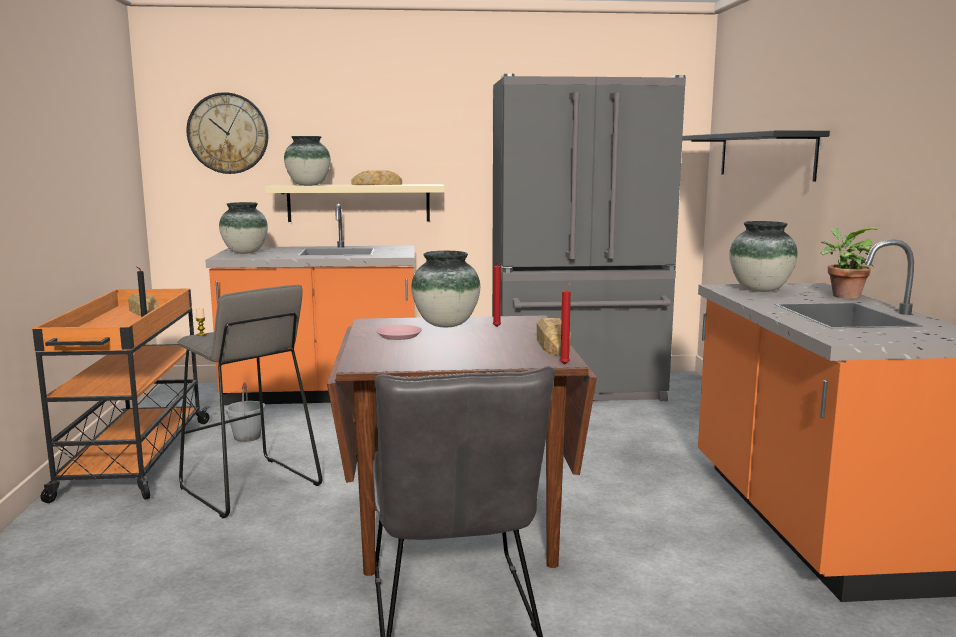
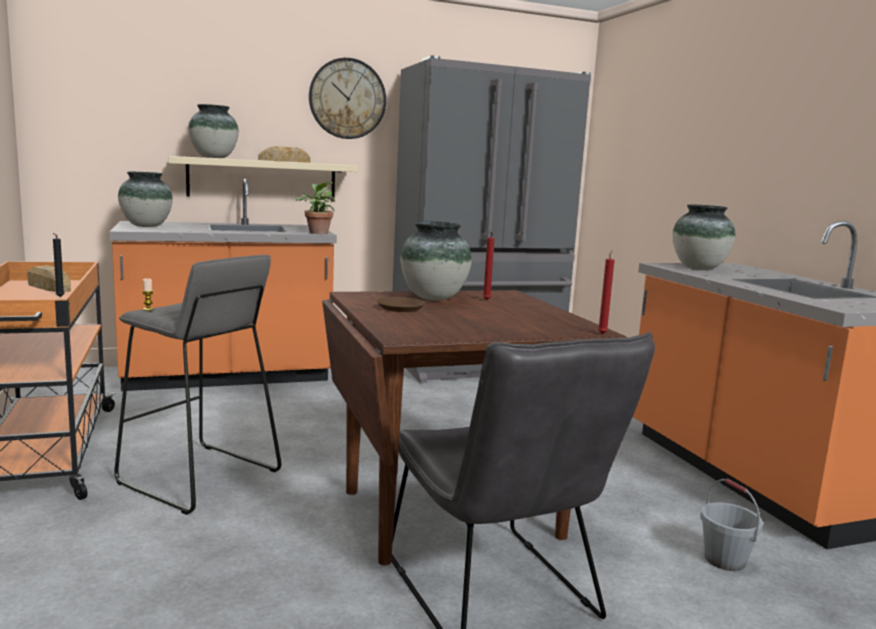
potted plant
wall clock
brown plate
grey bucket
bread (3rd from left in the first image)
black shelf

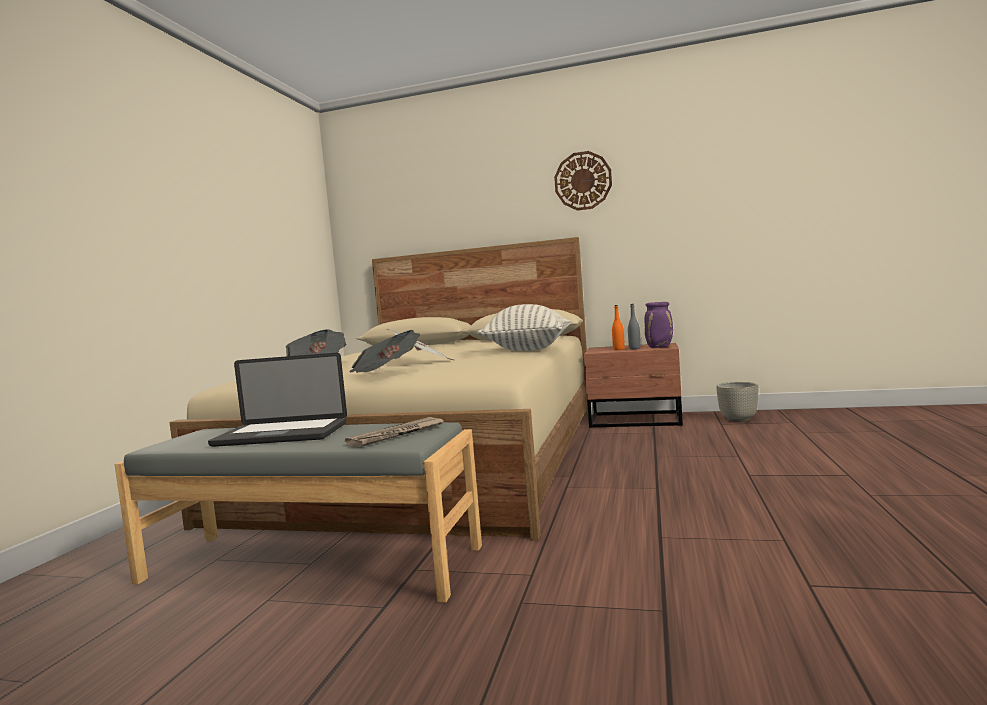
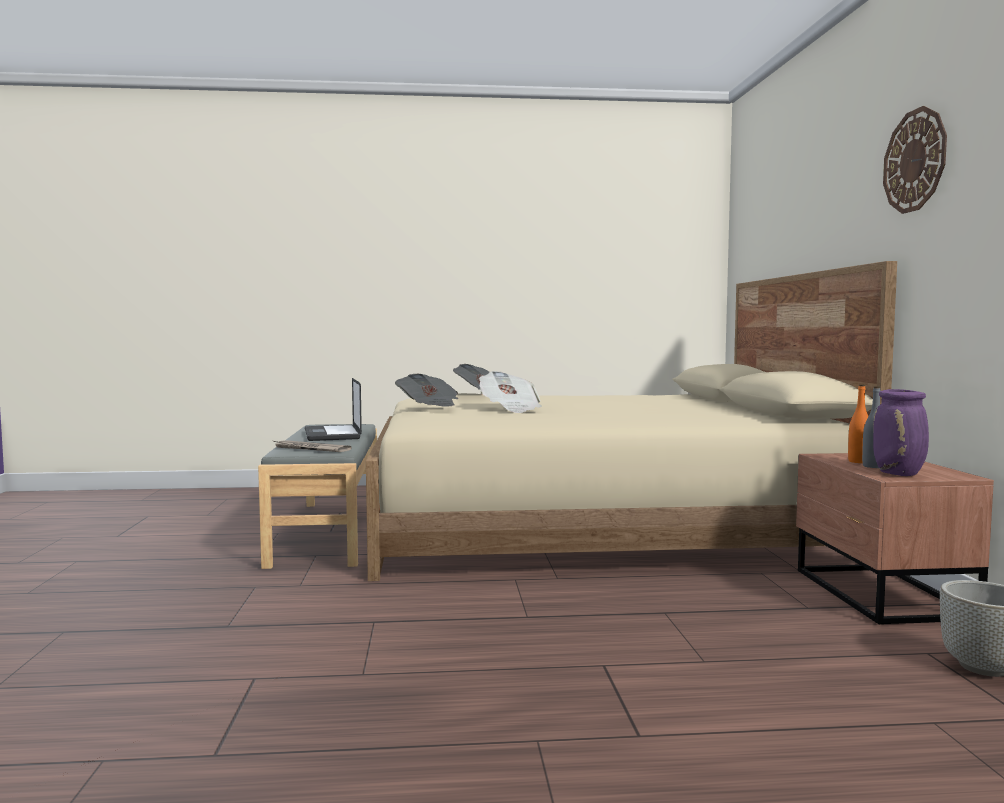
pillow

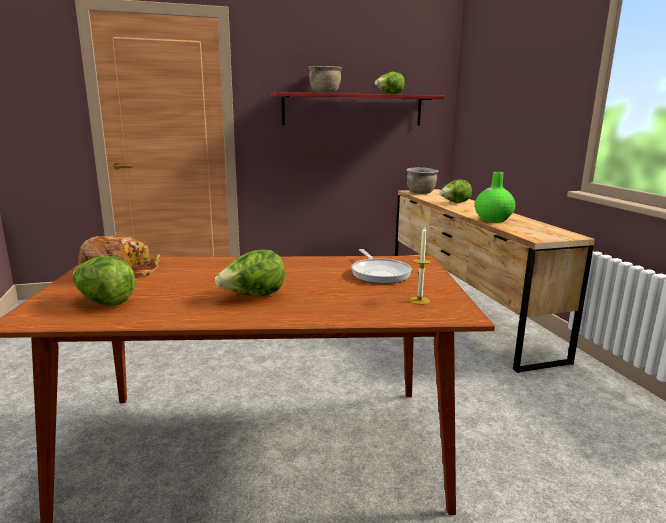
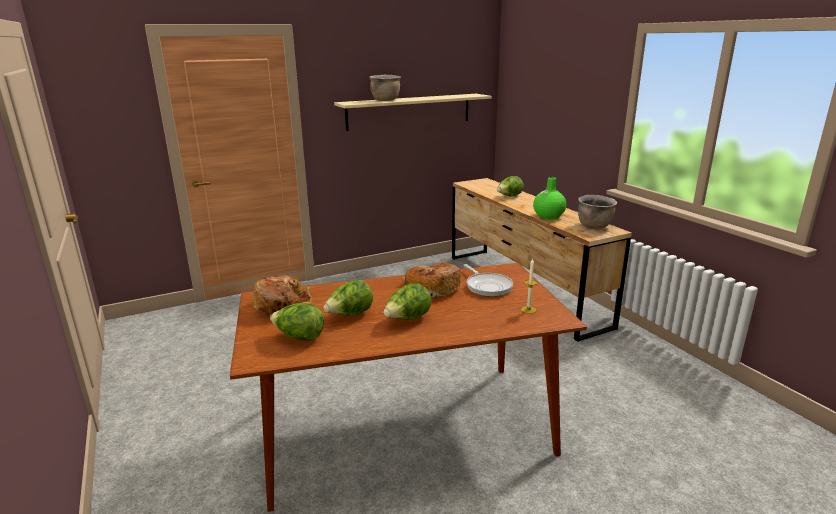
lettuce (2nd from left)
beige shelf
bread (2nd from left)
brown cooking pot (2nd from left)

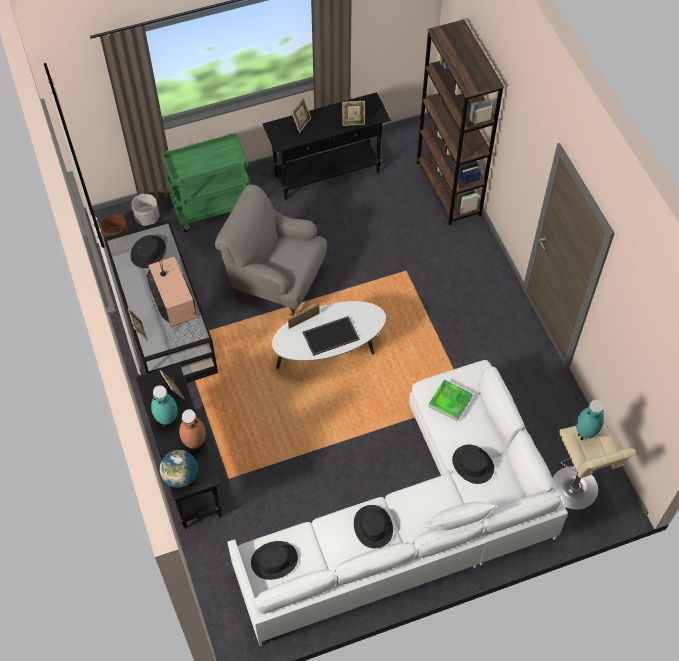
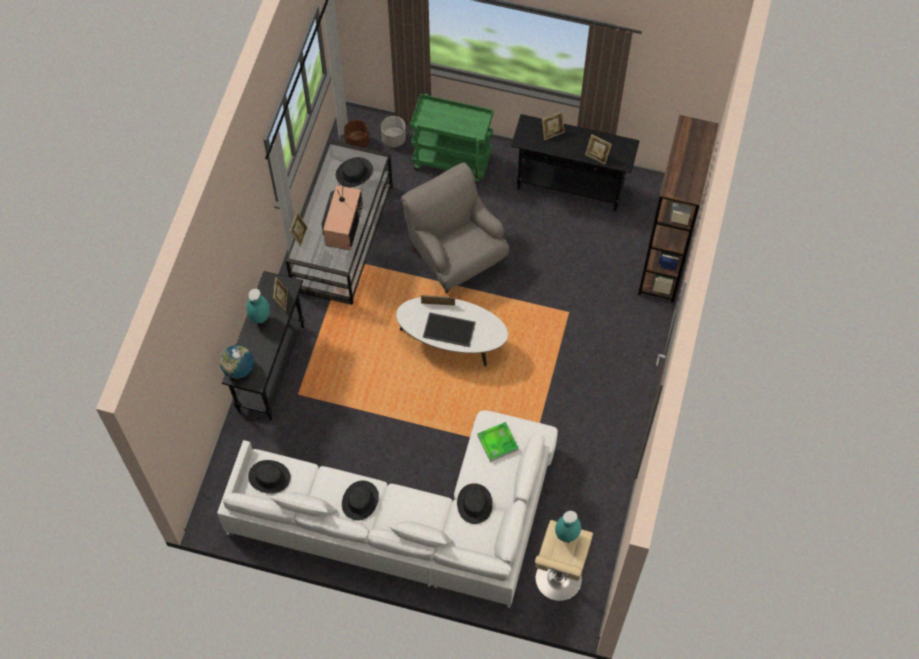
white pillow (1st from left)
brown vase

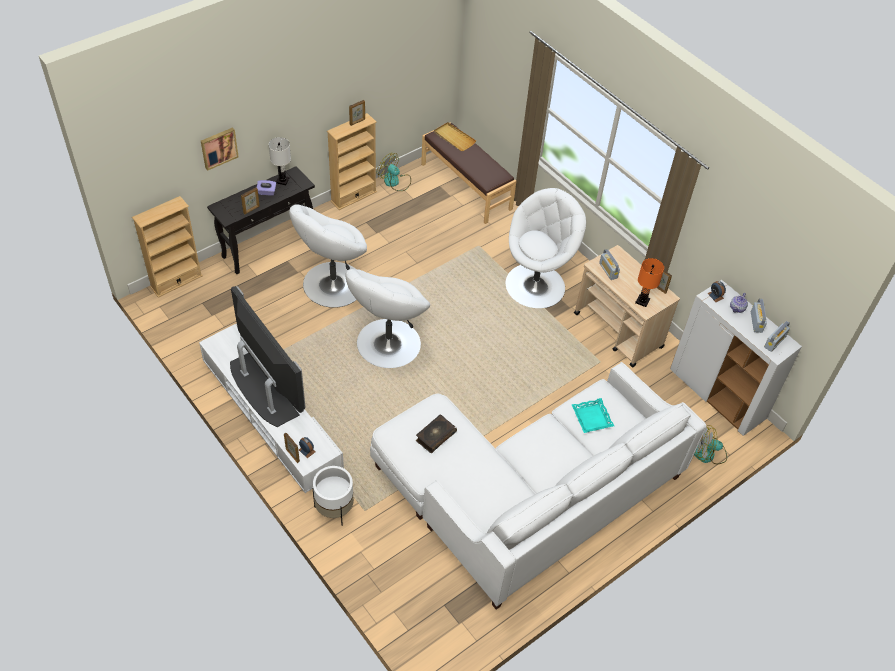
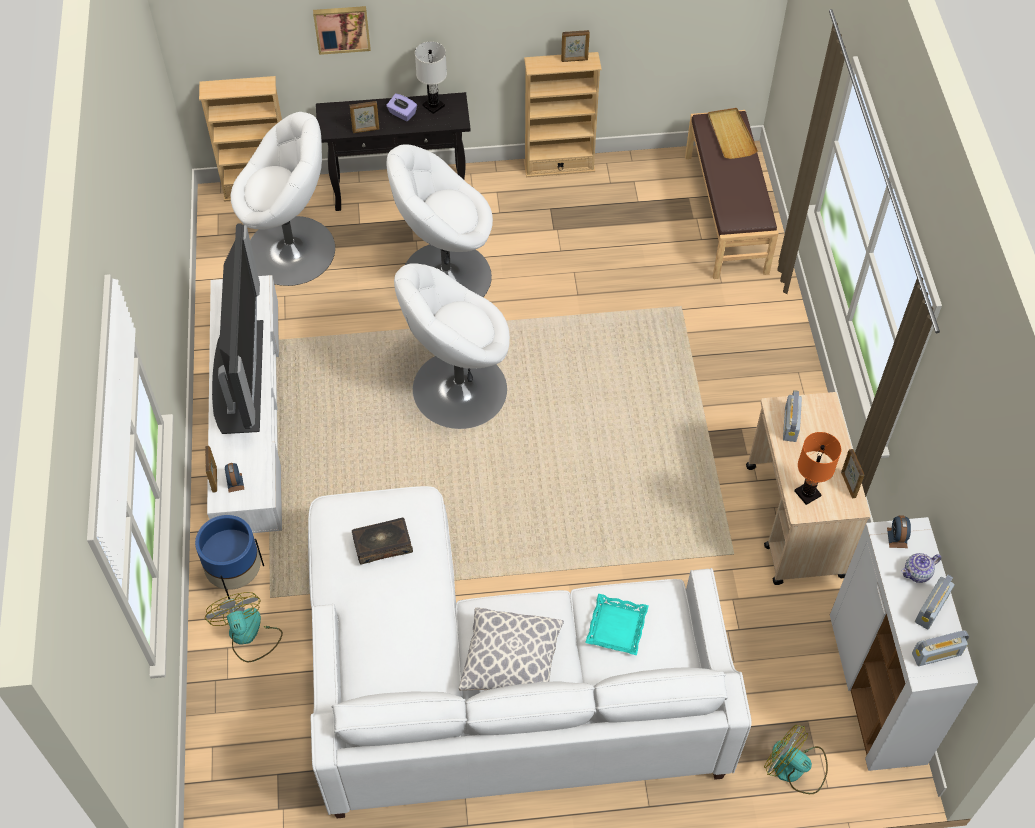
blue planter
fan (1st from left)
white armchair (1st from left)
pillow

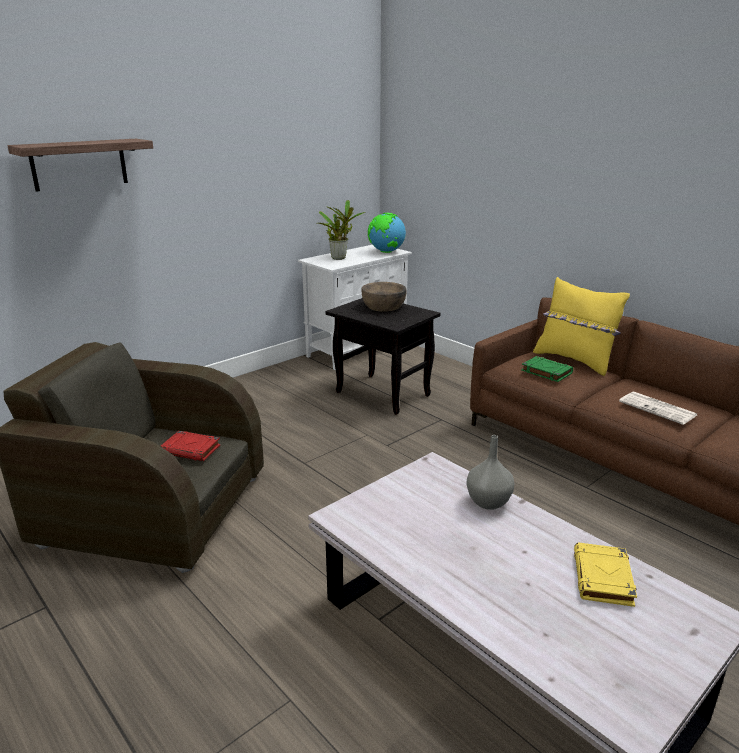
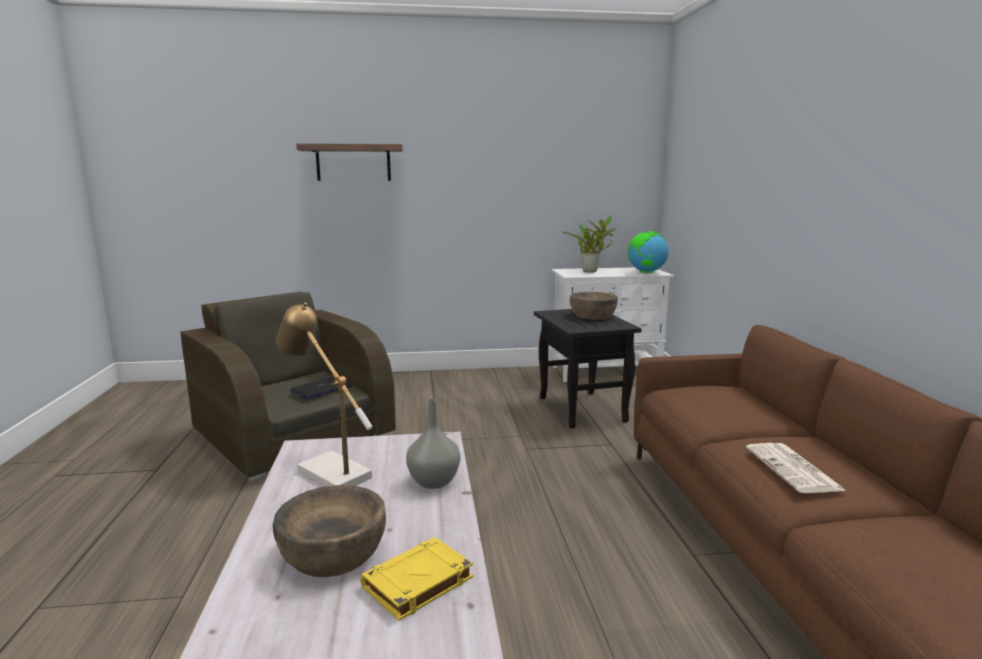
brown bowl (1st from left)
table lamp
laptop
green book
yellow pillow

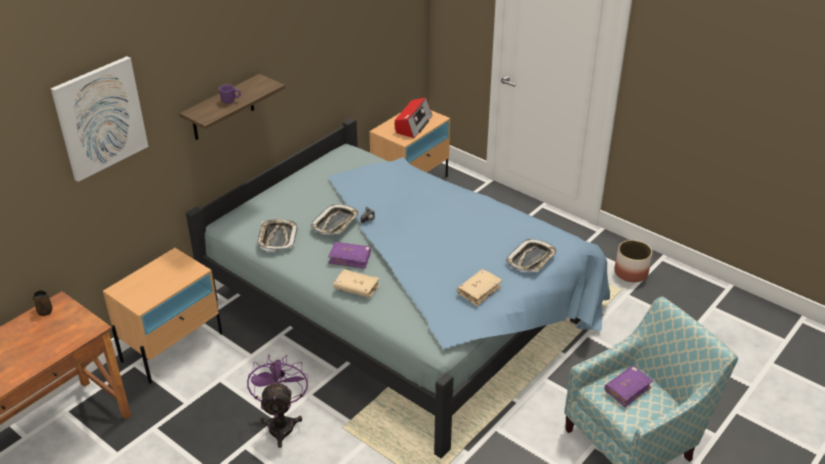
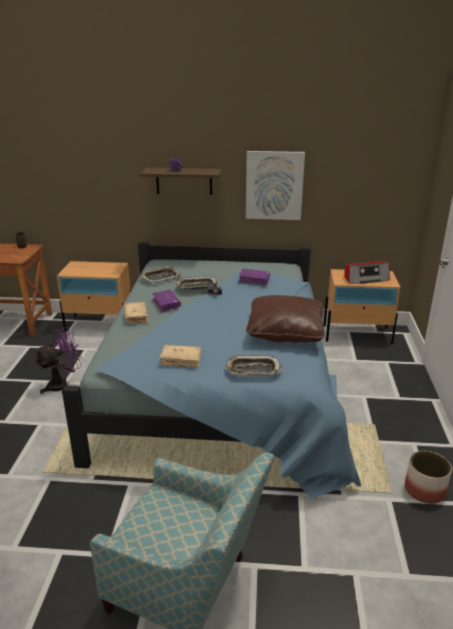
purple book (2nd from left)
picture
brown pillow

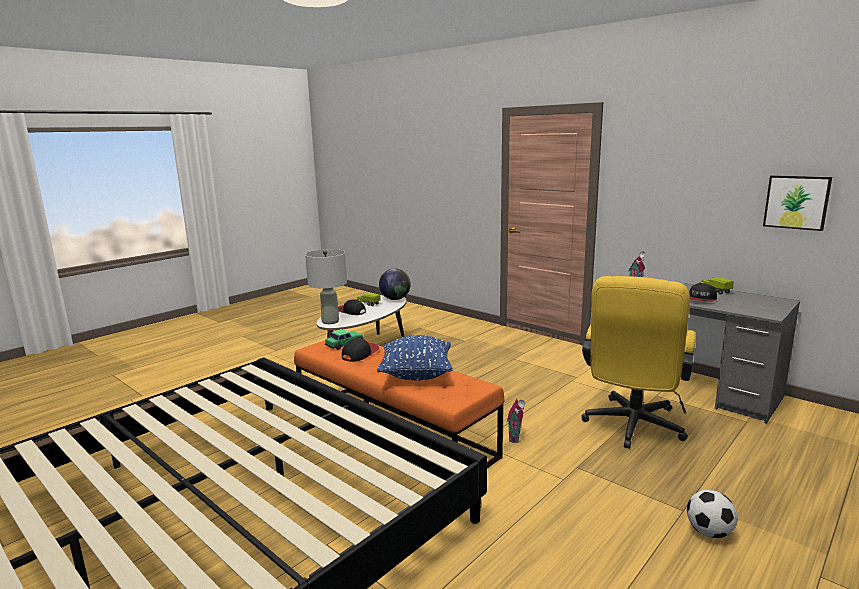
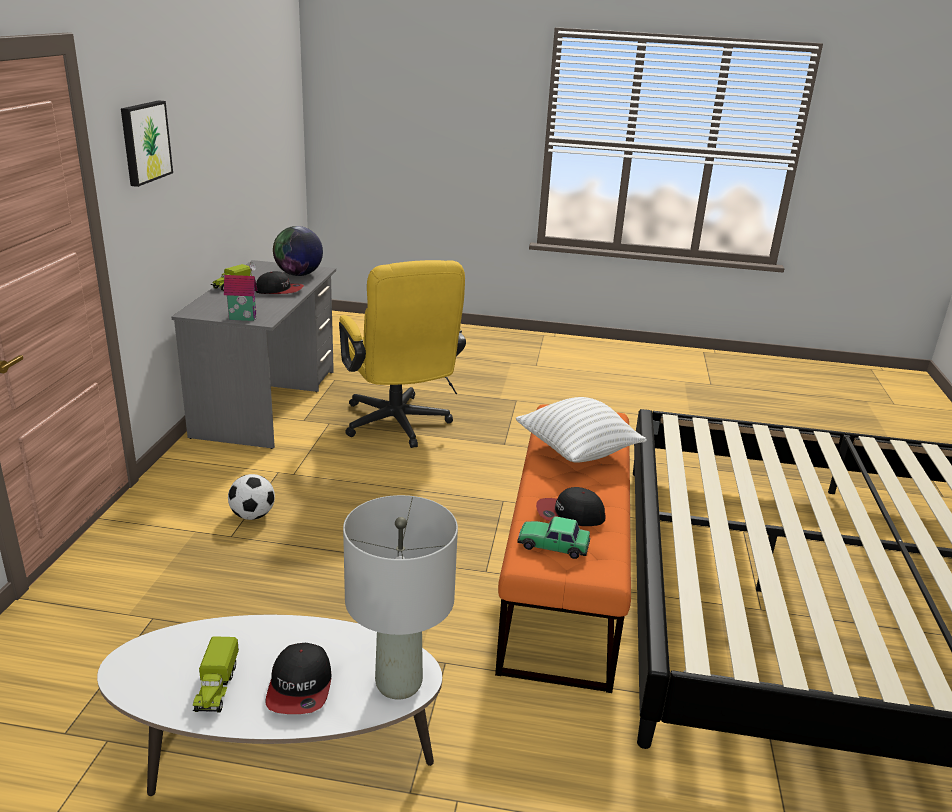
picture
football
globe
yellow office chair
white pillow
toy house (1st from left in the first image)

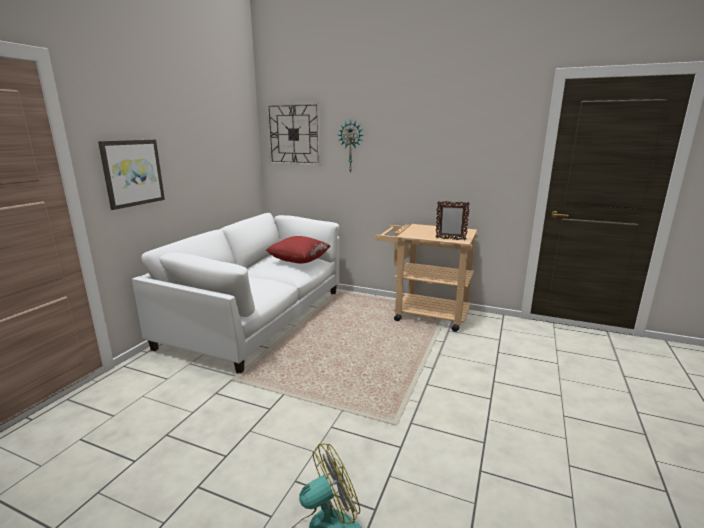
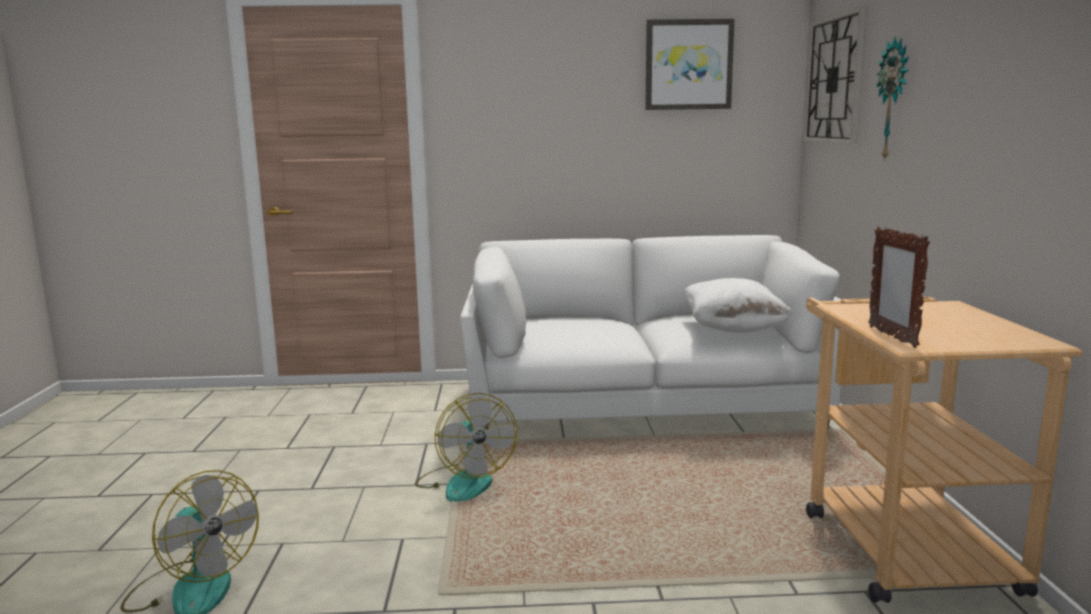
fan (2nd from left)
picture
white pillow

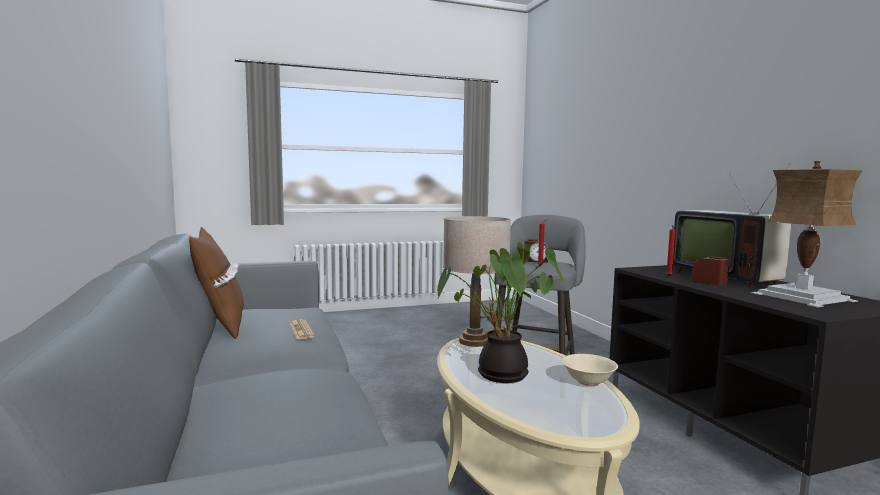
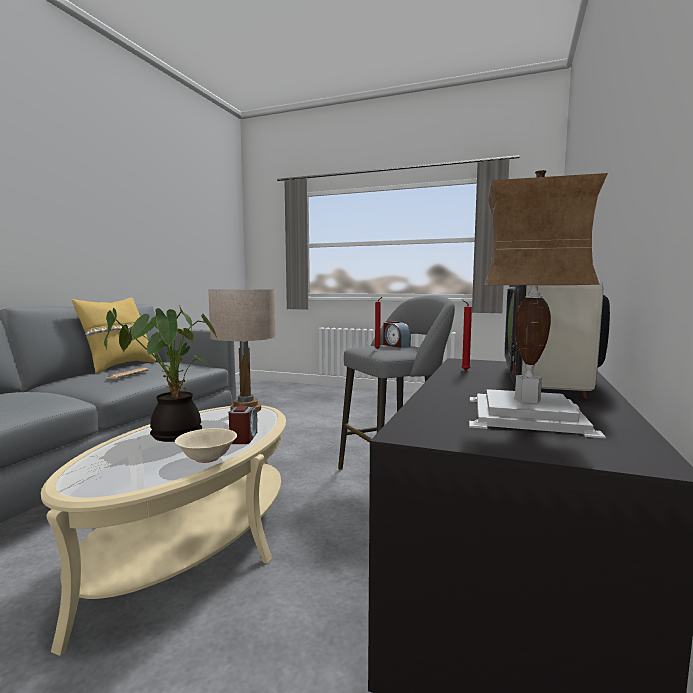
yellow pillow
alarm clock (1st from left)

